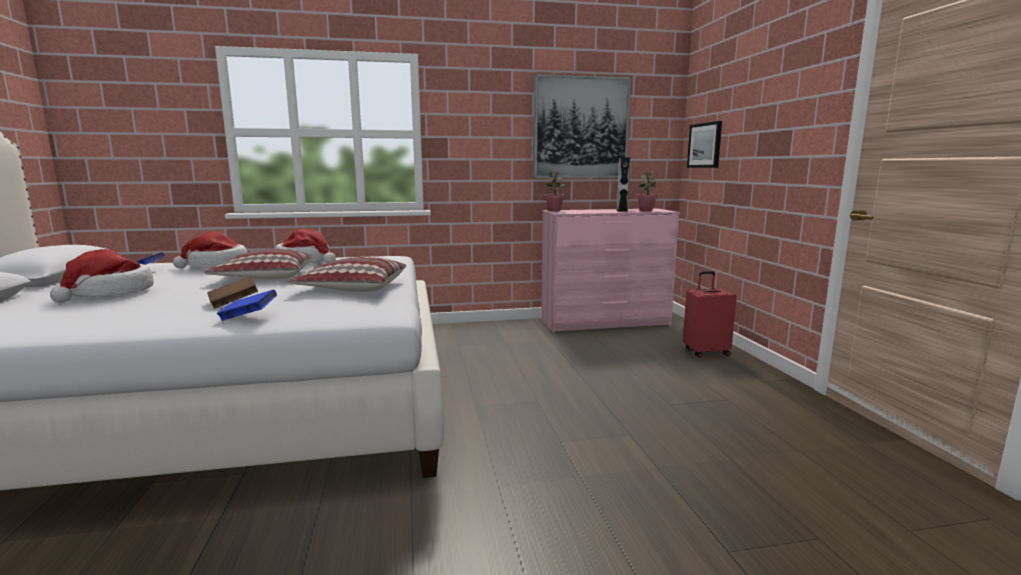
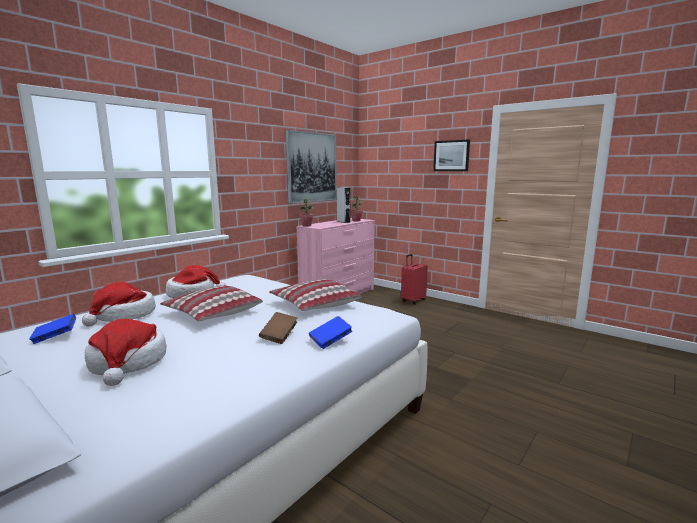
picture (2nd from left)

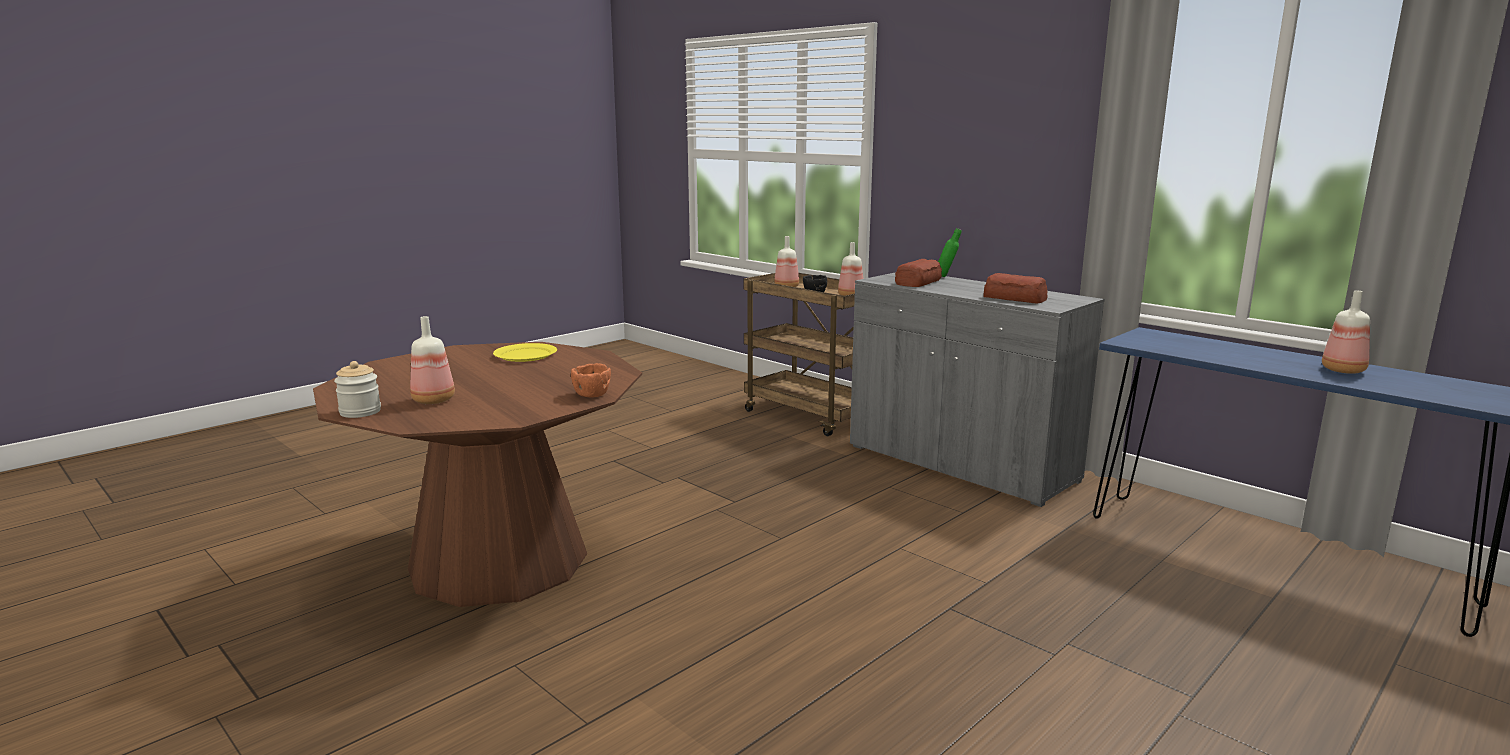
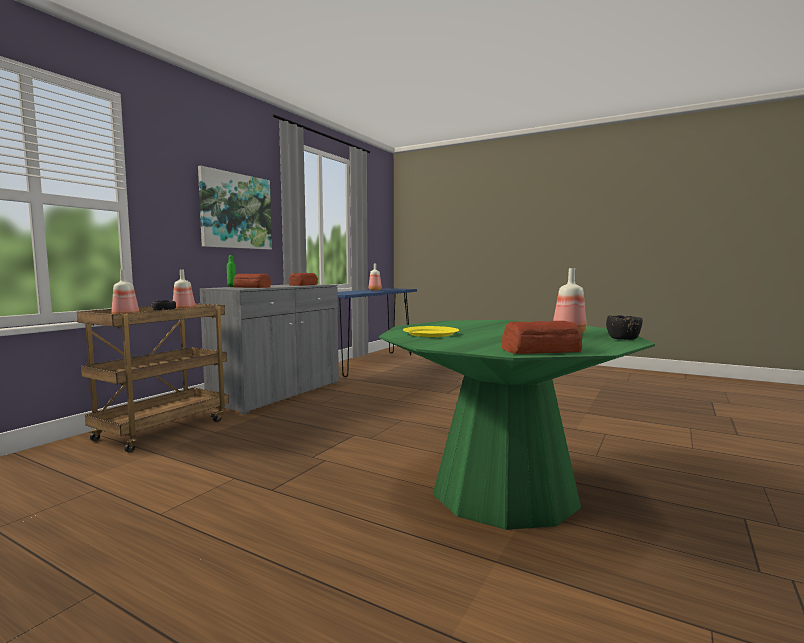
picture
green dining table
bread (3rd from left)
black bowl (2nd from left)
orange bowl

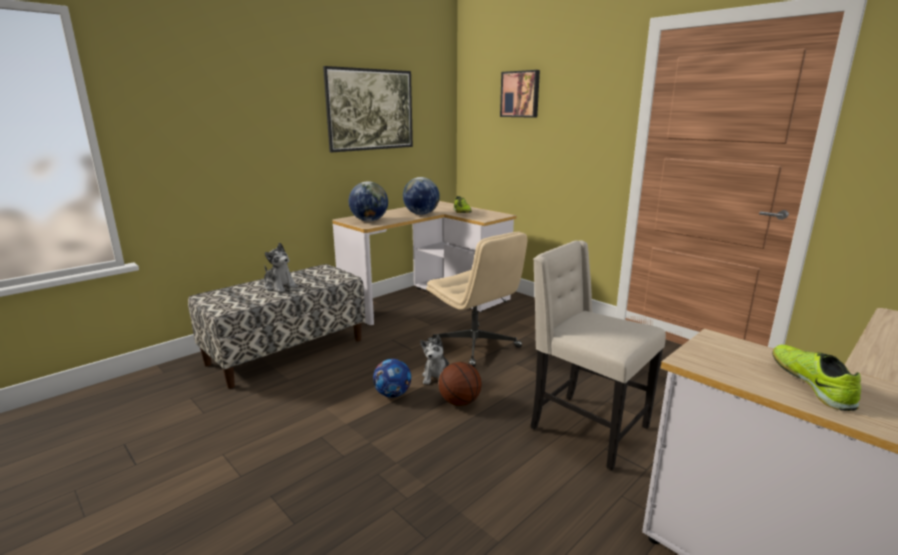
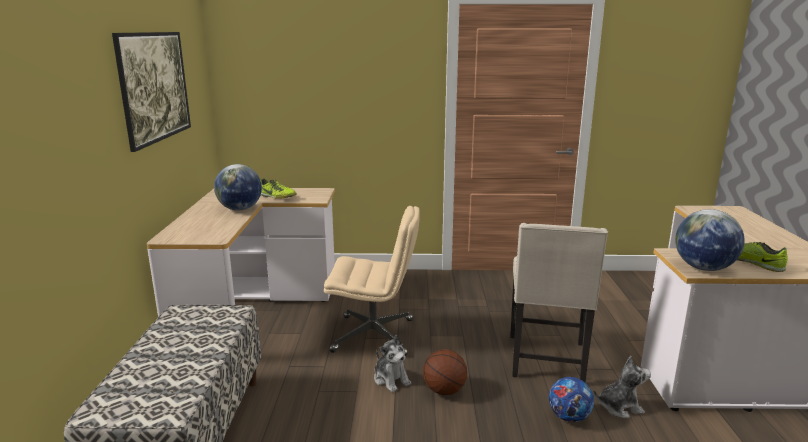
beige chair
football
plush toy (2nd from left)
globe (2nd from left)
picture (2nd from left in the first image)

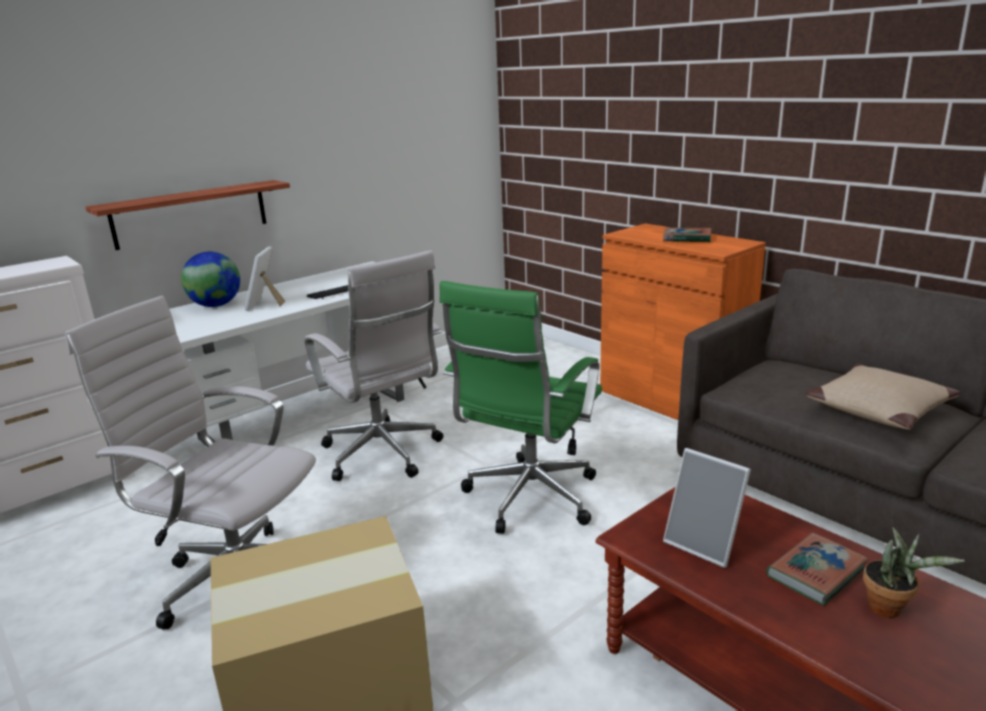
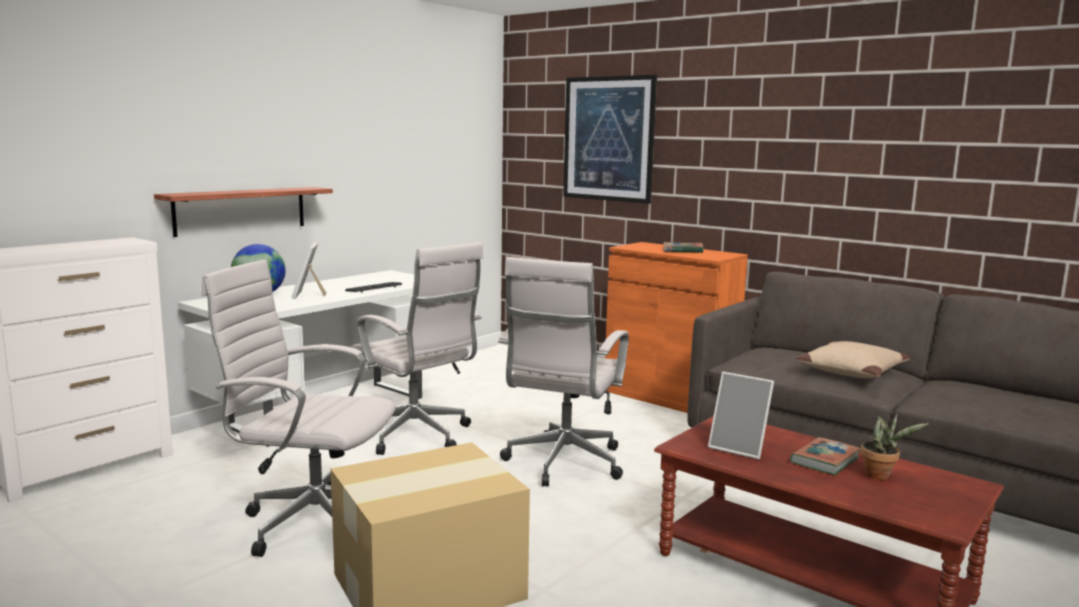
white office chair (3rd from left)
picture

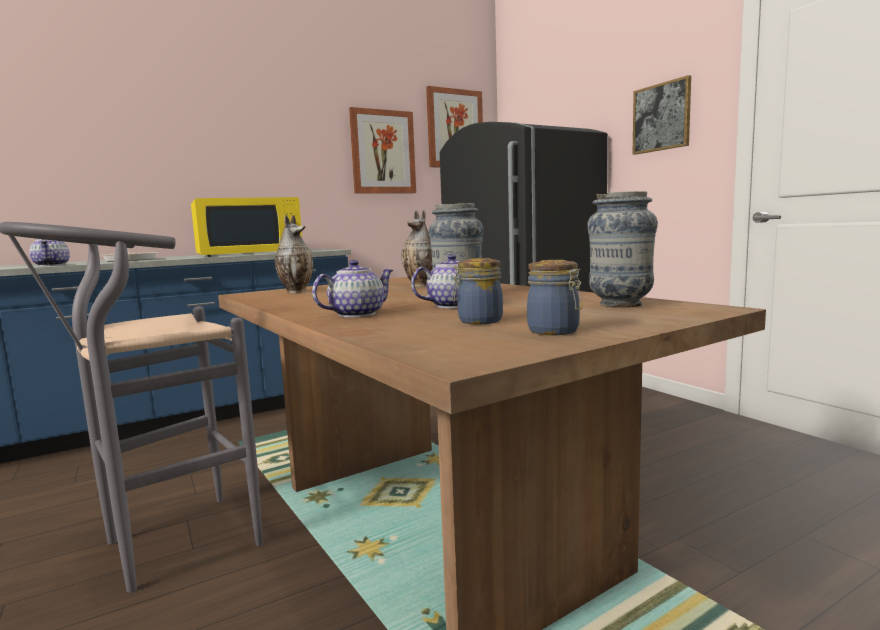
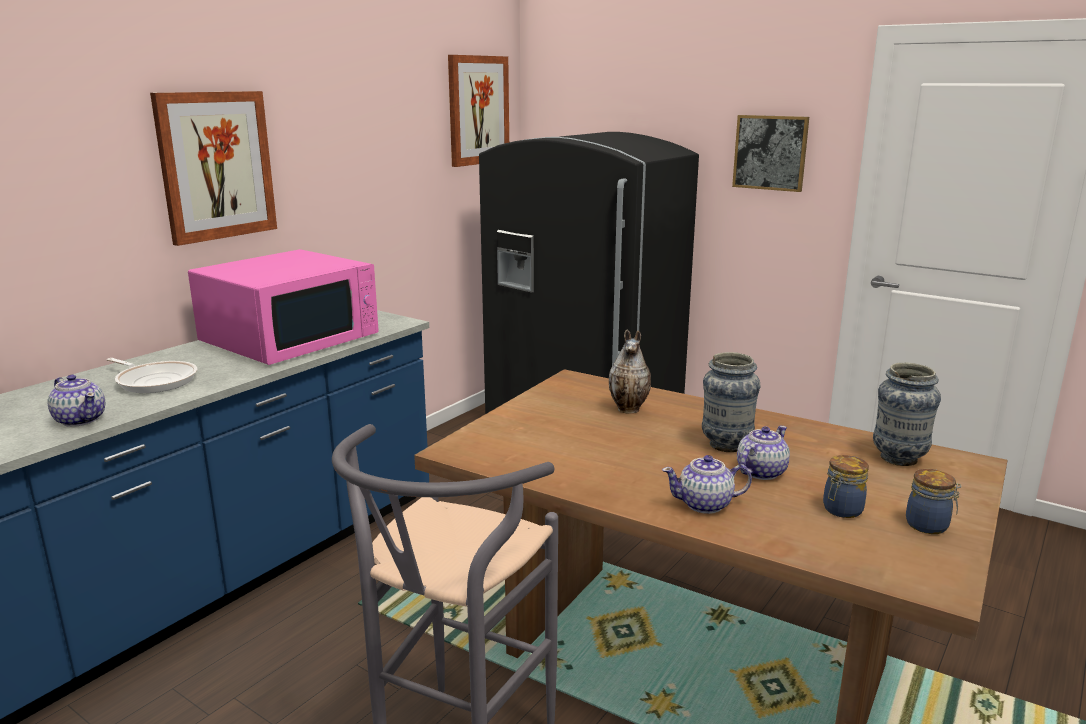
picture (1st from left)
pink microwave
teapot (2nd from left)
vase (1st from left in the first image)

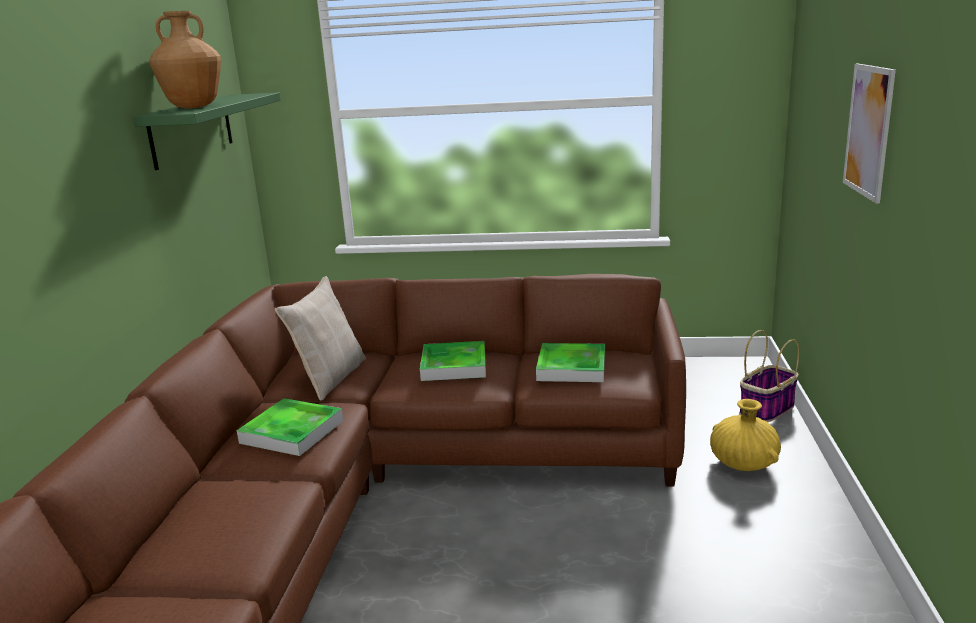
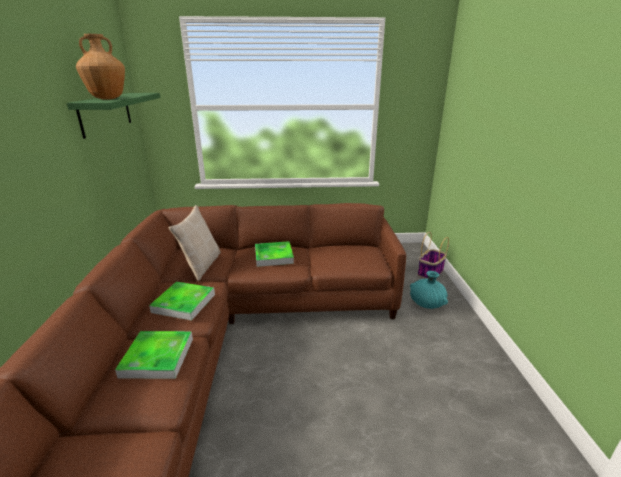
tray (1st from left)
turquoise vase
picture

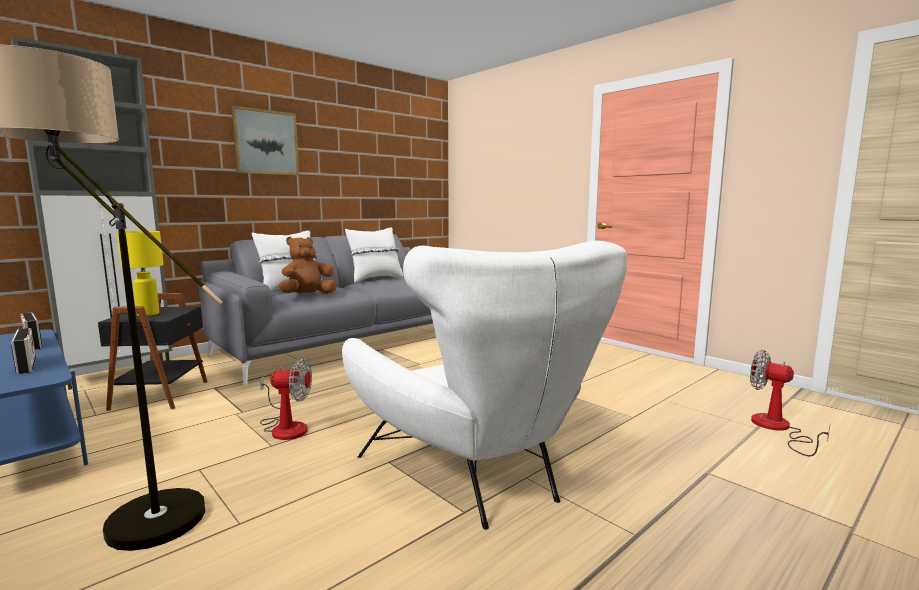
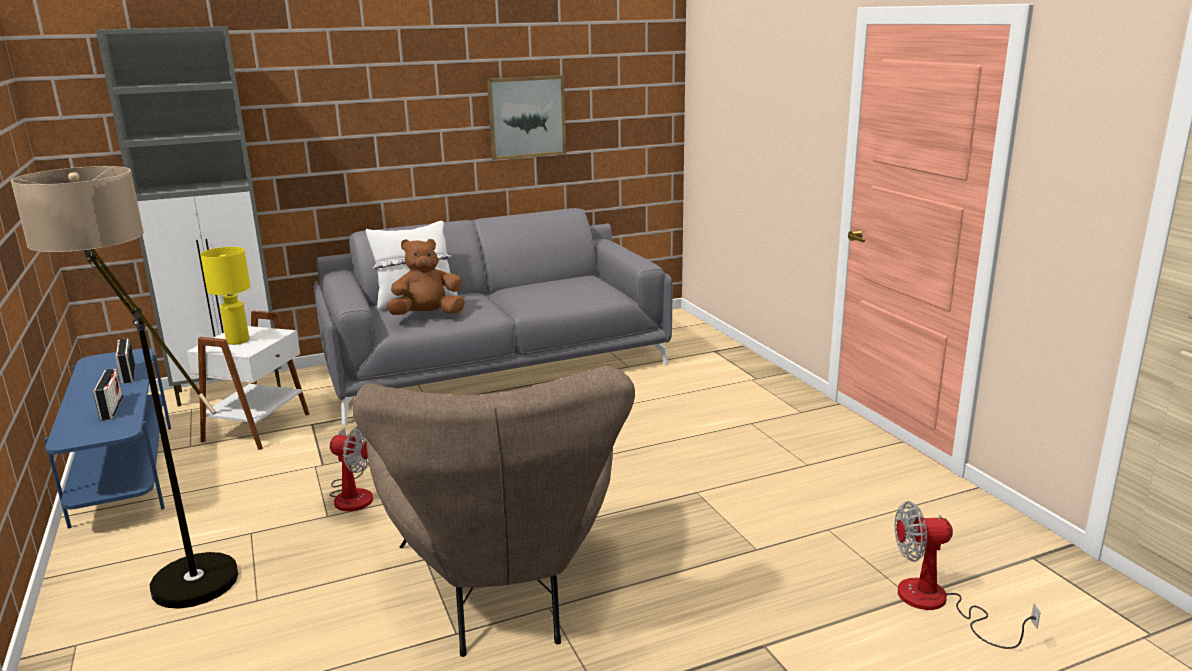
white side table
brown armchair
picture
fan (2nd from left)
white pillow (2nd from left in the first image)

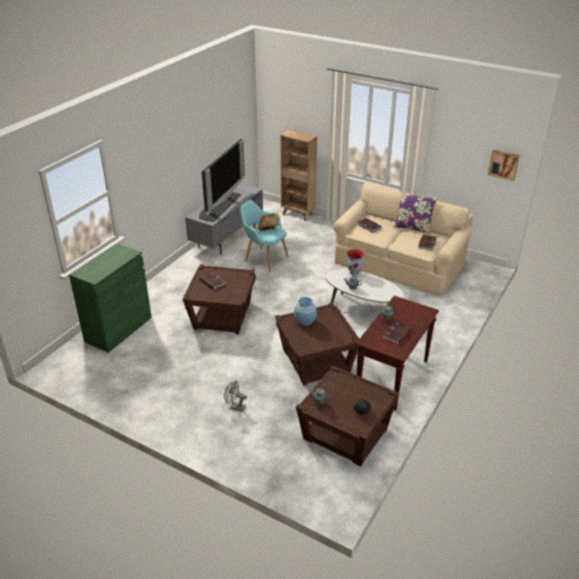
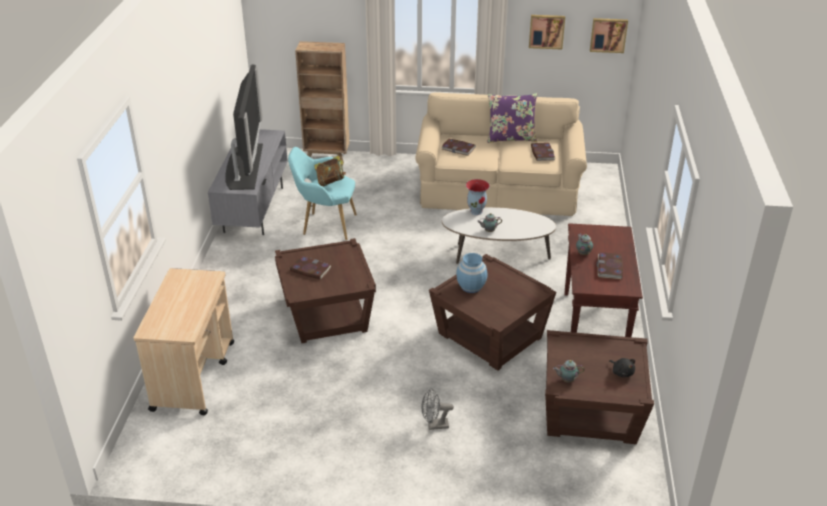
beige cart
picture (1st from left)

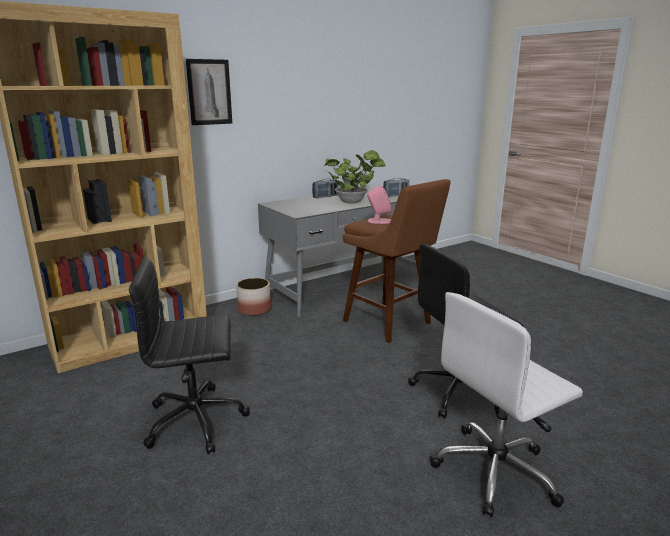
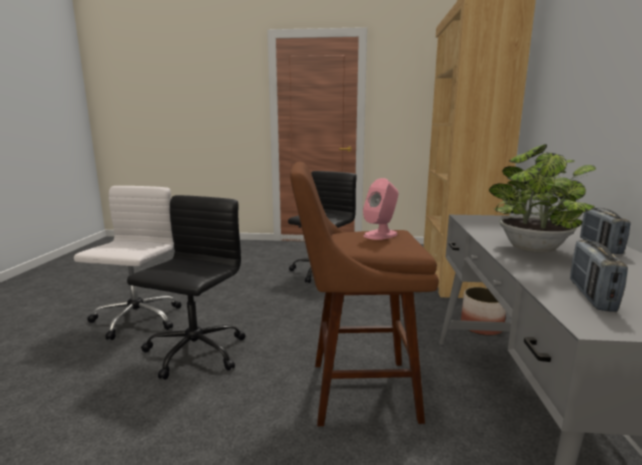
picture

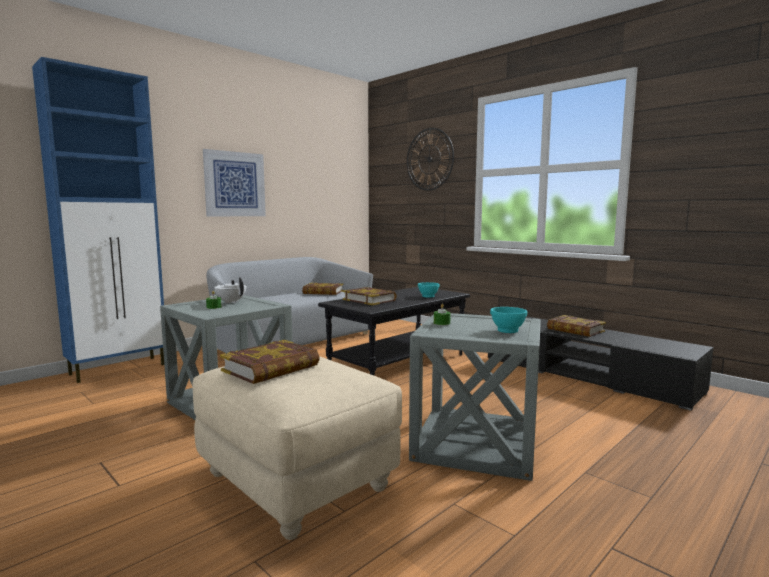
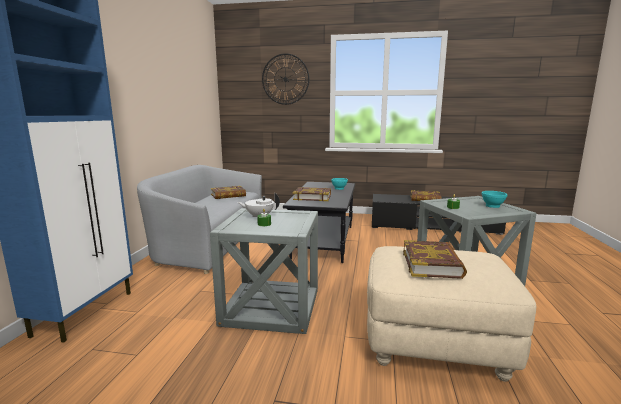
picture

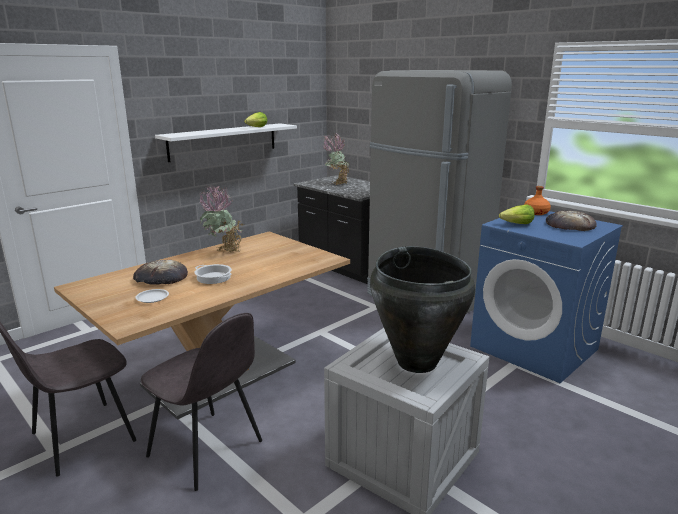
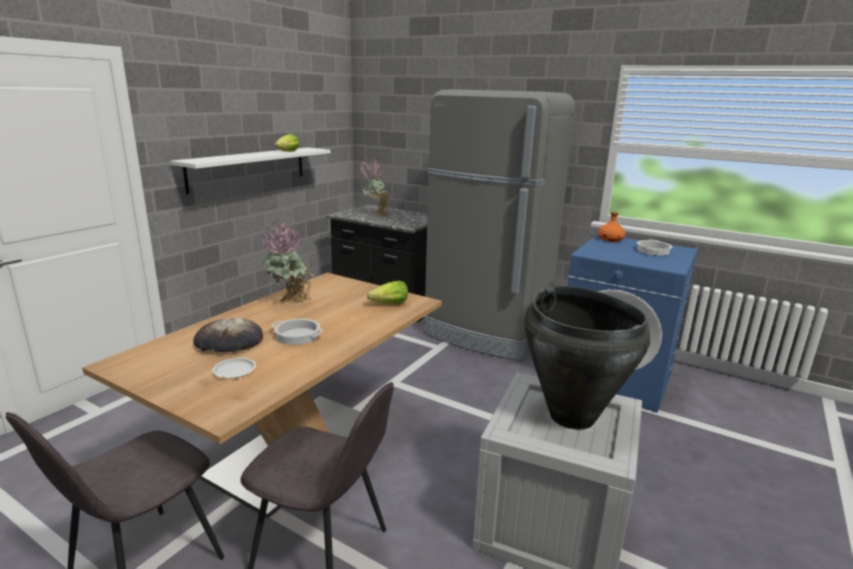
lettuce (2nd from left)
cooking pot (2nd from left)

